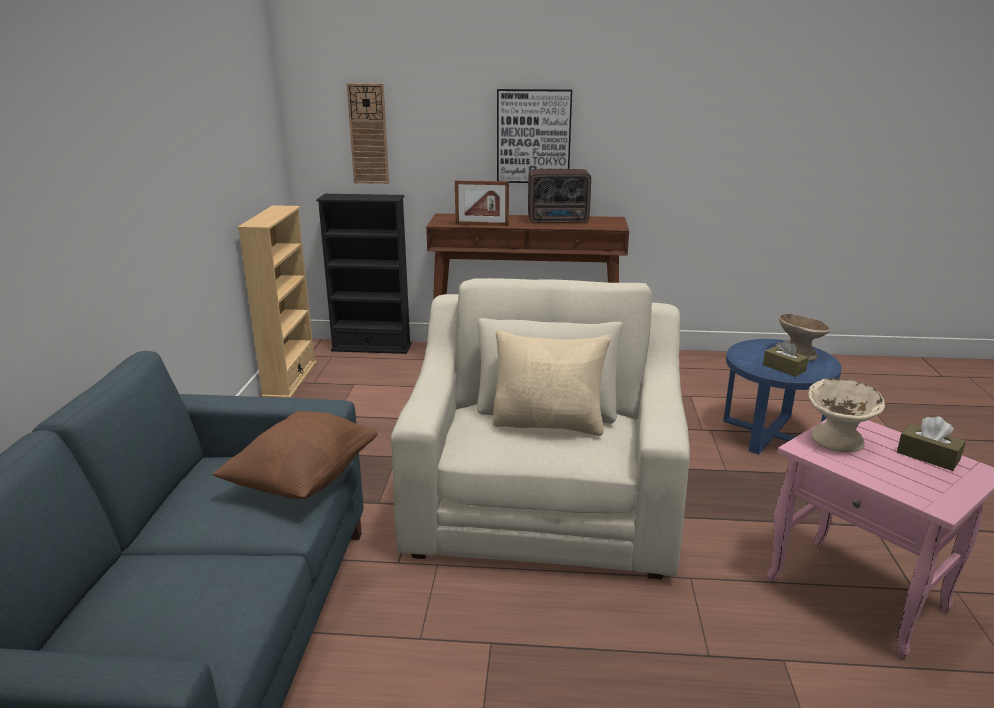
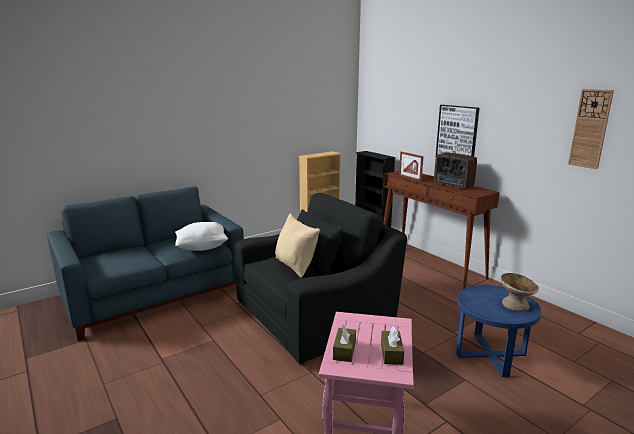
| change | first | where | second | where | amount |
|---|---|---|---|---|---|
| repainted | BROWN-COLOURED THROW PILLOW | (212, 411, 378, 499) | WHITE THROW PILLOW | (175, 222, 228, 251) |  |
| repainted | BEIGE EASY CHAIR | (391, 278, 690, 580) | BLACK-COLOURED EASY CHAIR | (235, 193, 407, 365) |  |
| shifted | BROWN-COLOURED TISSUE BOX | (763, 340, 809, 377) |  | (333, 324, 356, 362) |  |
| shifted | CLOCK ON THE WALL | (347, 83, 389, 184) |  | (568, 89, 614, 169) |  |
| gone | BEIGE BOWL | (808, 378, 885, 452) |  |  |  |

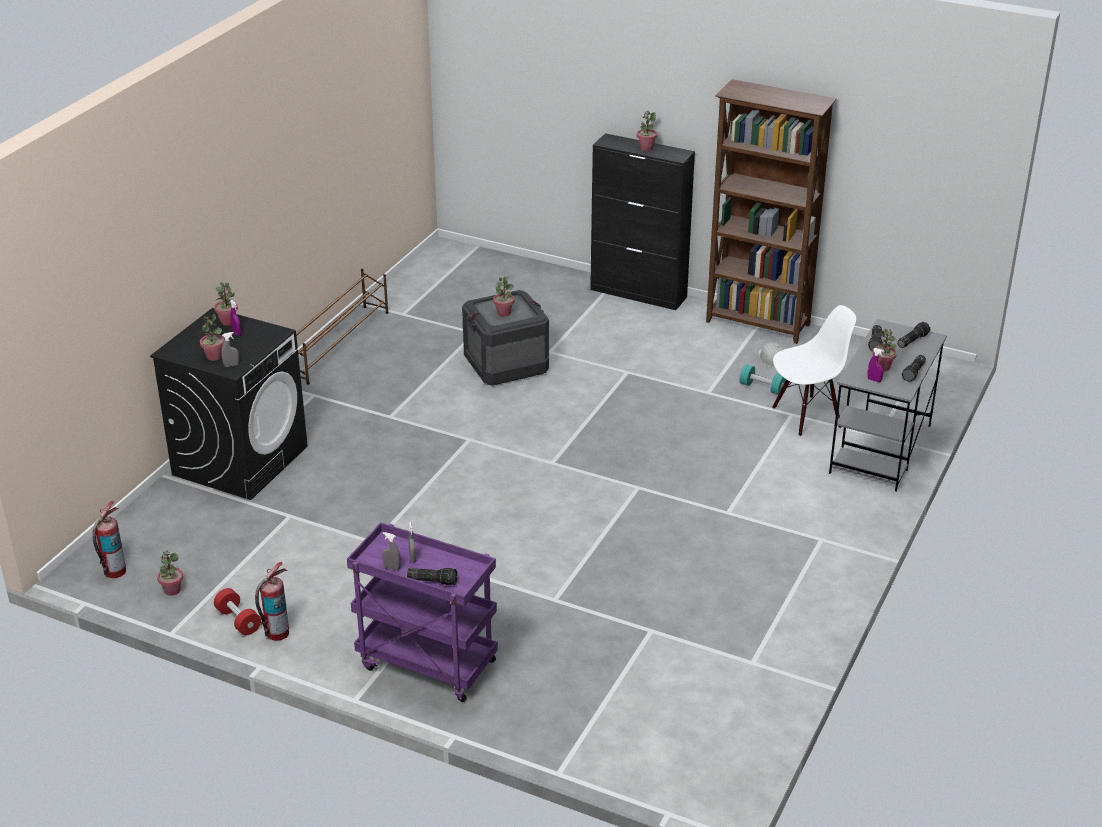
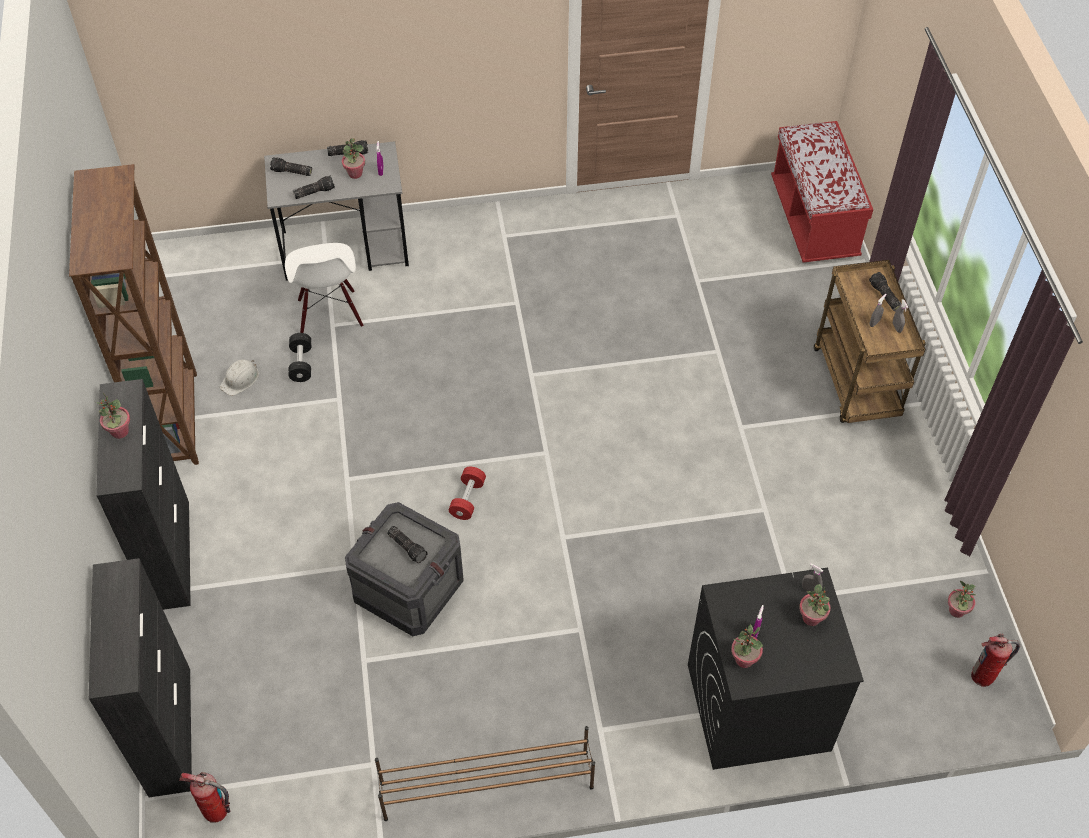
| change | first | where | second | where | amount |
|---|---|---|---|---|---|
| new |  |  | BLACK-COLOURED STORAGE CABINET | (89, 558, 192, 797) |  |
| shifted | FIRE-FIGHTING CYLINDER | (255, 562, 289, 641) |  | (179, 772, 231, 823) |  |
| rotated | WHITE PLAIN CHAIR | (772, 305, 856, 437) |  | (285, 243, 364, 333) | 135 degrees counterclockwise |
| repainted | TURQUOISE DUMBBELL | (740, 364, 786, 395) | BLACK-COLOURED DUMBBELL | (289, 333, 311, 382) |  |
| swapped | HOUSEPLANT | (493, 277, 515, 317) | FLASHLIGHT | (387, 526, 428, 564) |  |
| shifted | REDDISH DUMBBELL | (214, 588, 261, 635) |  | (449, 467, 486, 520) |  |
| new |  |  | REDDISH LONG SEAT | (771, 121, 873, 263) |  |
| repainted | PURPLE WHEELED CART | (347, 522, 498, 702) | BROWN-COLOURED WHEELED CART | (814, 260, 926, 423) |  |

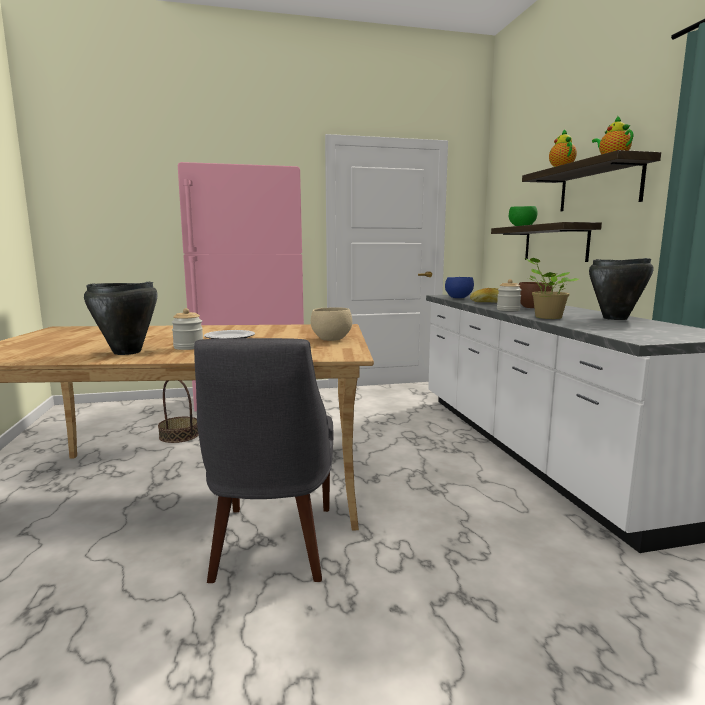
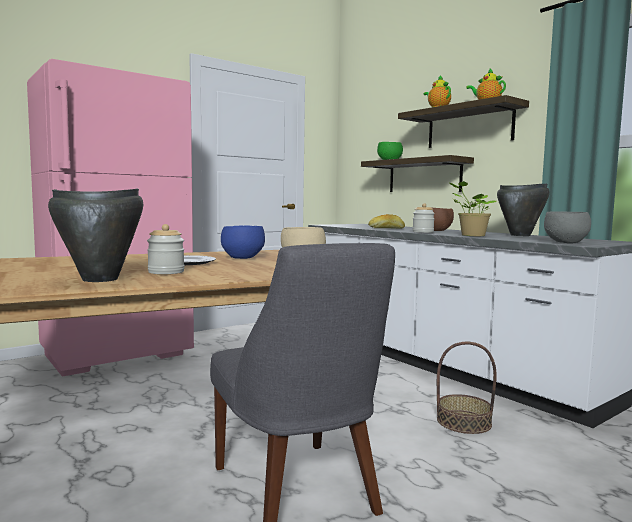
| change | first | where | second | where | amount |
|---|---|---|---|---|---|
| shifted | BLUE BOWL | (445, 277, 474, 298) |  | (221, 225, 265, 259) |  |
| shifted | HOUSEHOLD BASKET | (158, 381, 199, 443) |  | (437, 342, 497, 434) |  |
| new |  |  | GREY BOWL | (544, 211, 591, 244) |  |

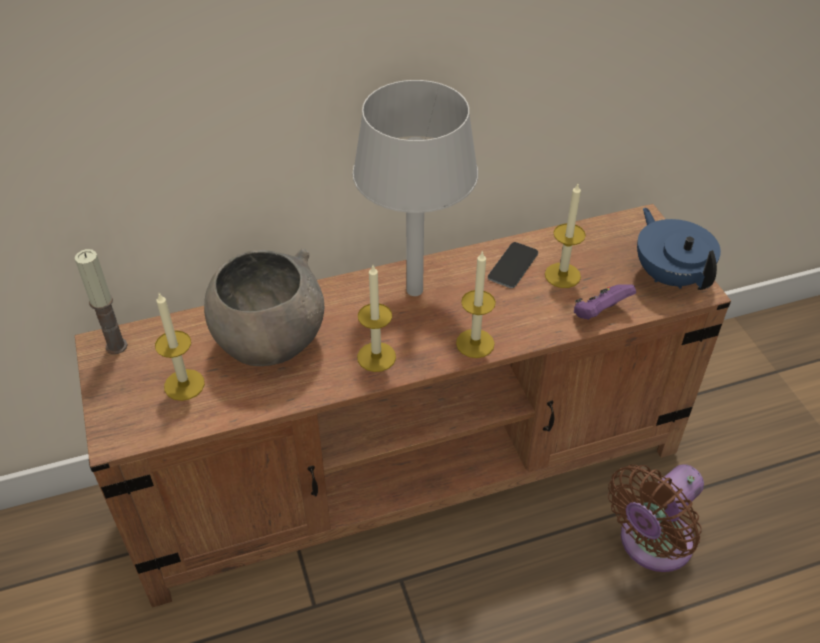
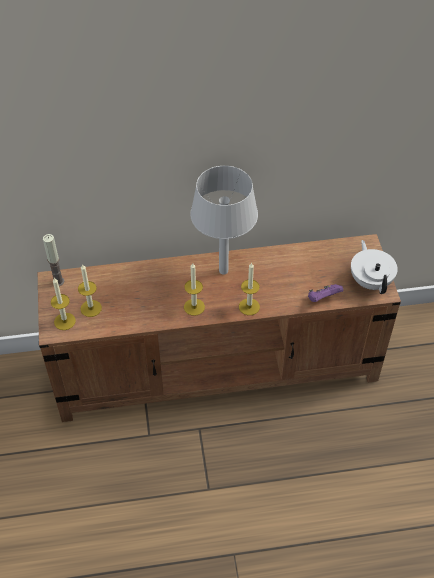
| change | first | where | second | where | amount |
|---|---|---|---|---|---|
| shifted | CANDLE | (545, 184, 586, 288) |  | (51, 278, 76, 330) |  |
| repainted | BLUE TEAPOT | (637, 208, 721, 290) | WHITE TEAPOT | (351, 240, 398, 294) |  |
| gone | GREY BOWL | (204, 249, 324, 366) |  |  |  |
| gone | PHONE | (488, 242, 538, 288) |  |  |  |
| gone | BROWN-COLOURED ELECTRIC FAN | (608, 464, 704, 572) |  |  |  |

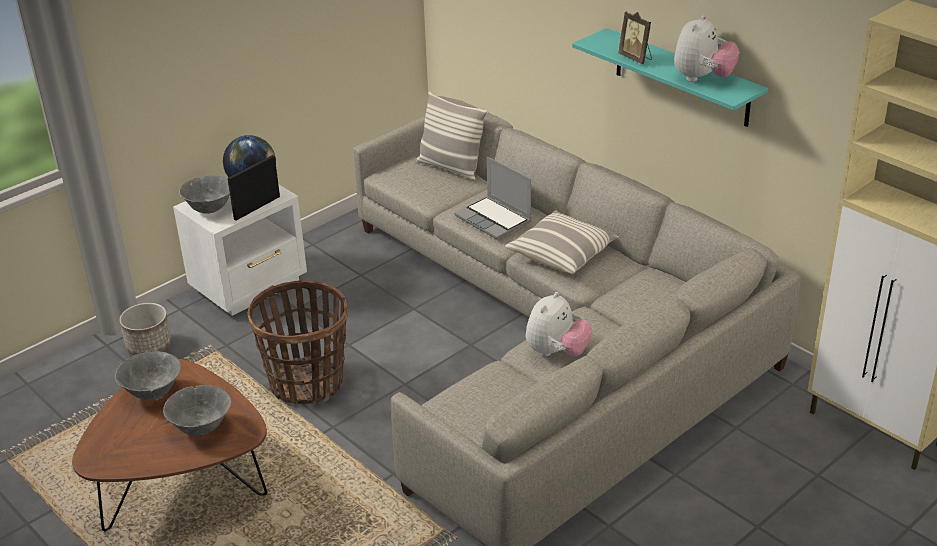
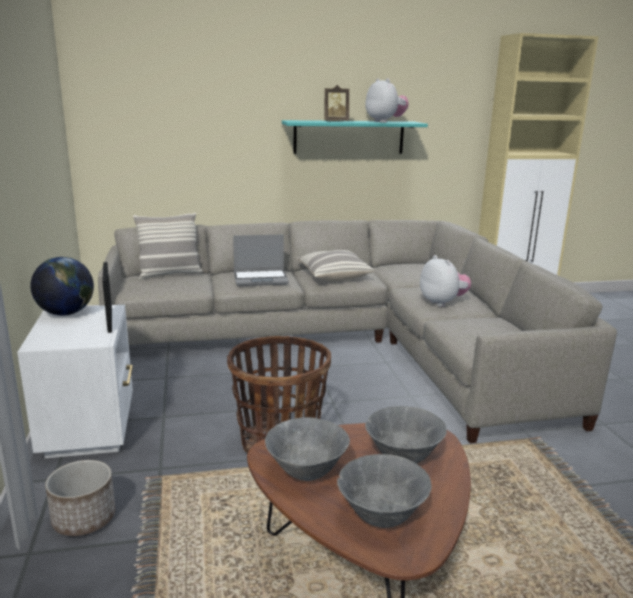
| change | first | where | second | where | amount |
|---|---|---|---|---|---|
| shifted | GREY BOWL | (179, 175, 230, 214) |  | (337, 454, 432, 528) |  |

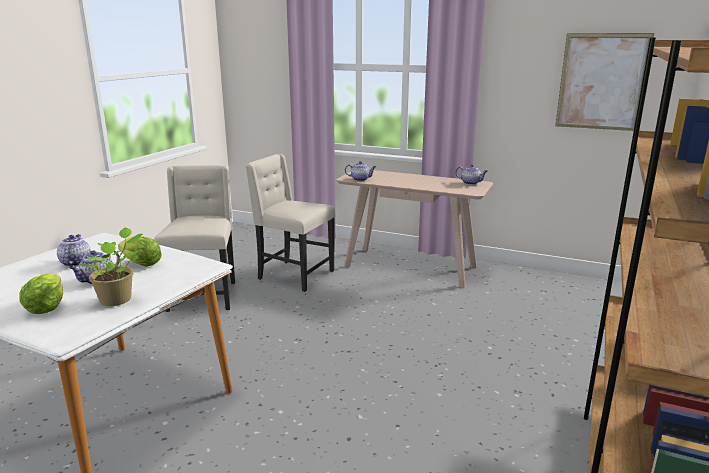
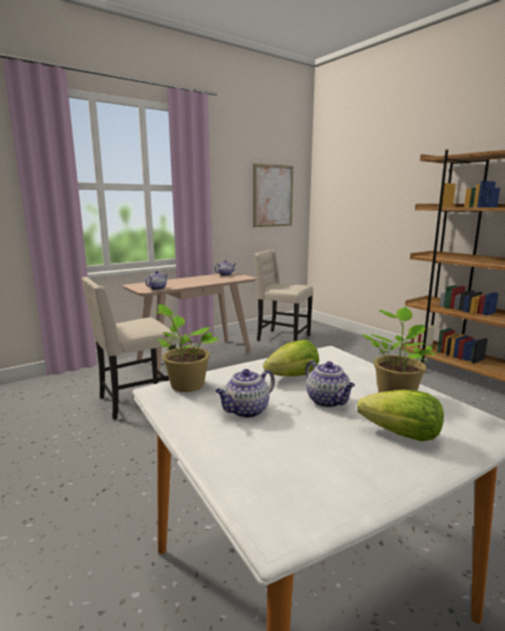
| change | first | where | second | where | amount |
|---|---|---|---|---|---|
| new |  |  | HOUSEPLANT | (155, 304, 219, 392) |  |
| rotated | TEAPOT | (57, 234, 91, 267) |  | (215, 369, 275, 418) | 60 degrees counterclockwise |
| shifted | BEIGE PLAIN CHAIR | (154, 165, 235, 312) |  | (254, 250, 313, 341) |  |

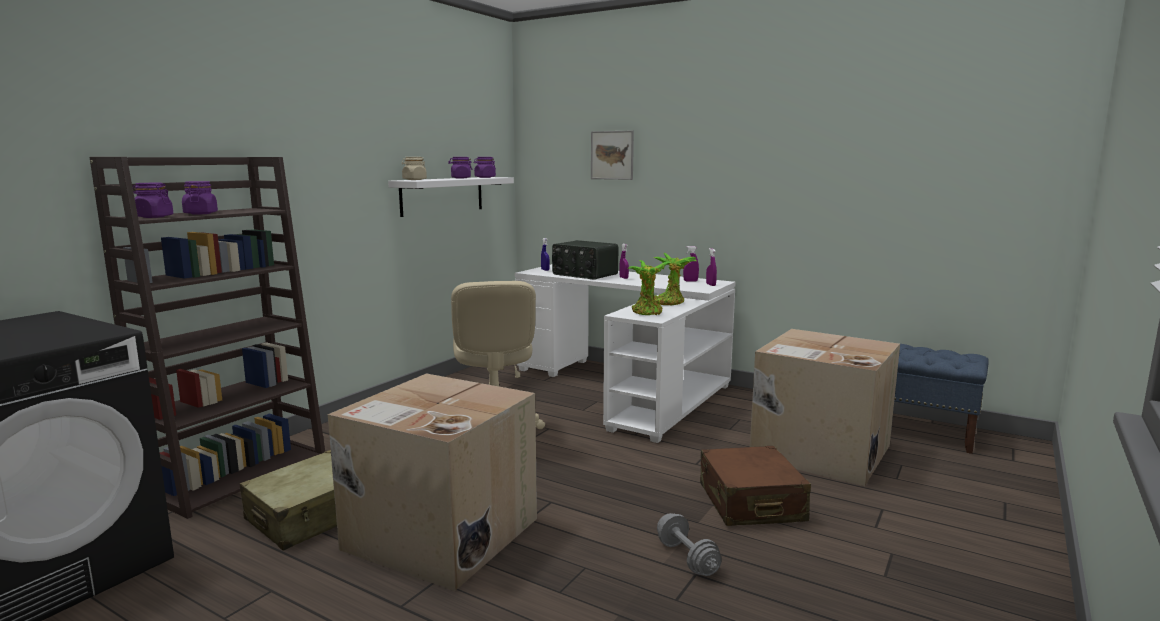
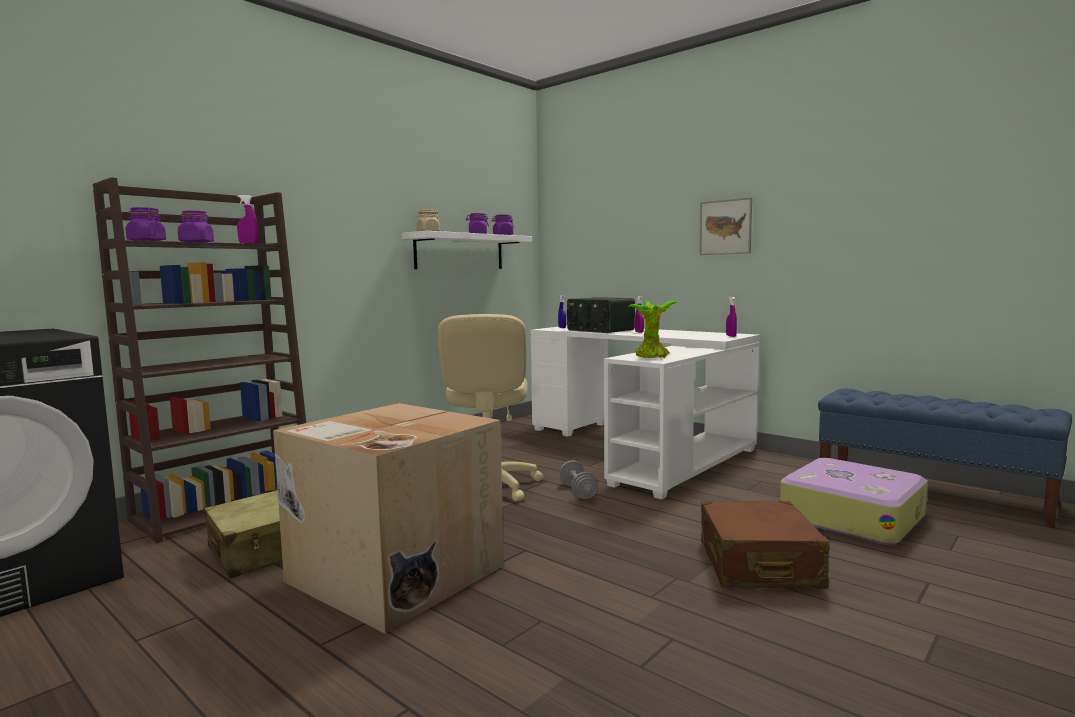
| change | first | where | second | where | amount |
|---|---|---|---|---|---|
| shifted | PURPLE SPRAY BOTTLE | (683, 246, 699, 282) |  | (237, 195, 259, 244) |  |
| shifted | GREY DUMBBELL | (657, 513, 722, 576) |  | (559, 460, 598, 499) |  |
| shifted | PICTURE | (591, 131, 634, 180) |  | (699, 197, 752, 255) |  |
| swapped | PACKING BOX | (750, 329, 900, 486) | SUITCASE | (780, 458, 928, 545) |  |
| gone | HOUSEPLANT | (654, 253, 696, 305) |  |  |  |

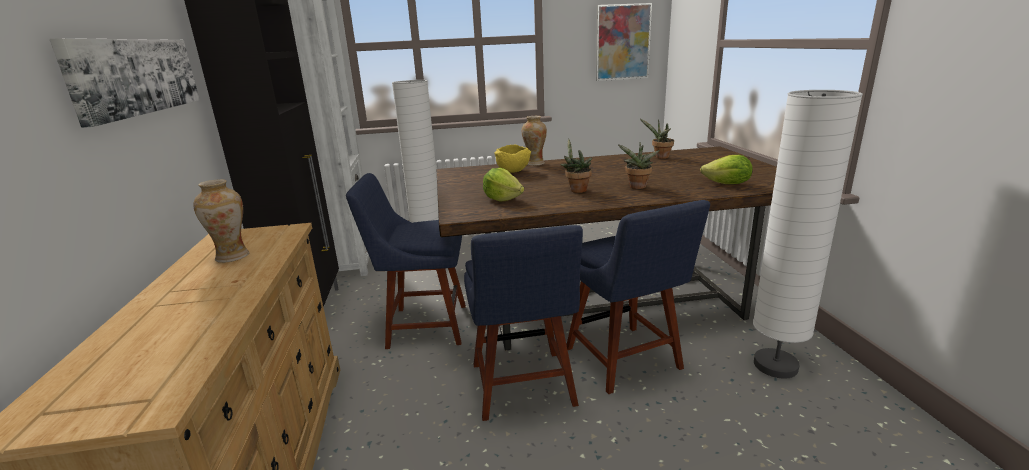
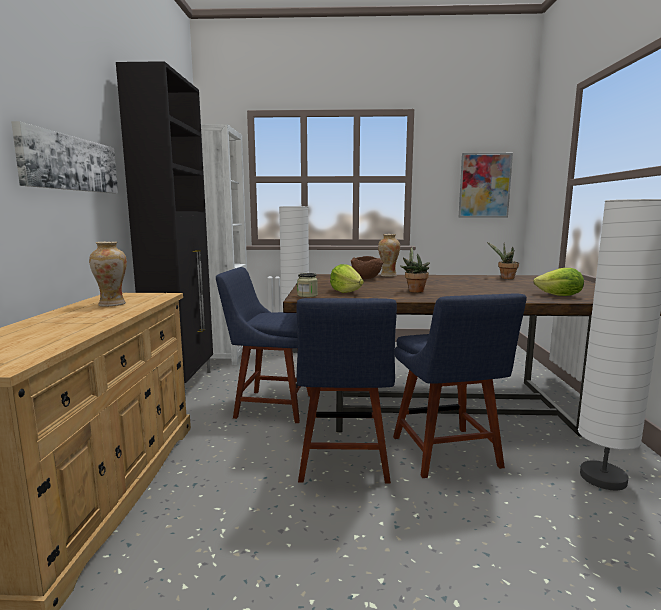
| change | first | where | second | where | amount |
|---|---|---|---|---|---|
| new |  |  | JAR | (297, 273, 318, 297) |  |
| repainted | YELLOW BOWL | (494, 145, 531, 173) | BROWN-COLOURED BOWL | (351, 256, 383, 279) |  |
| gone | HOUSEPLANT | (618, 142, 660, 189) |  |  |  |

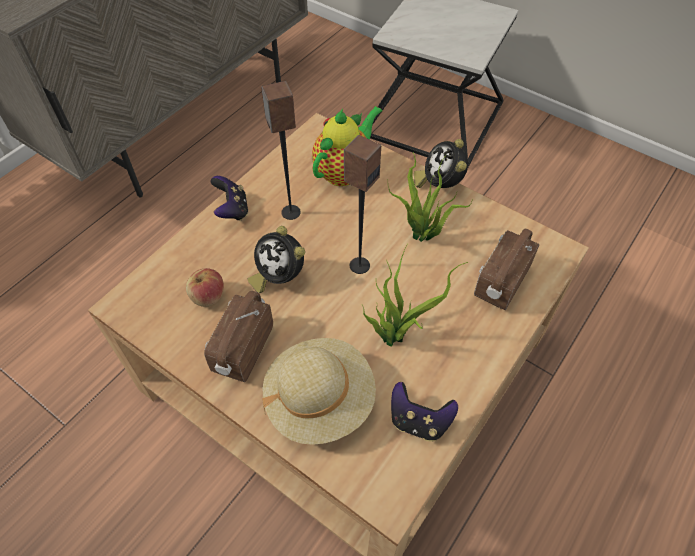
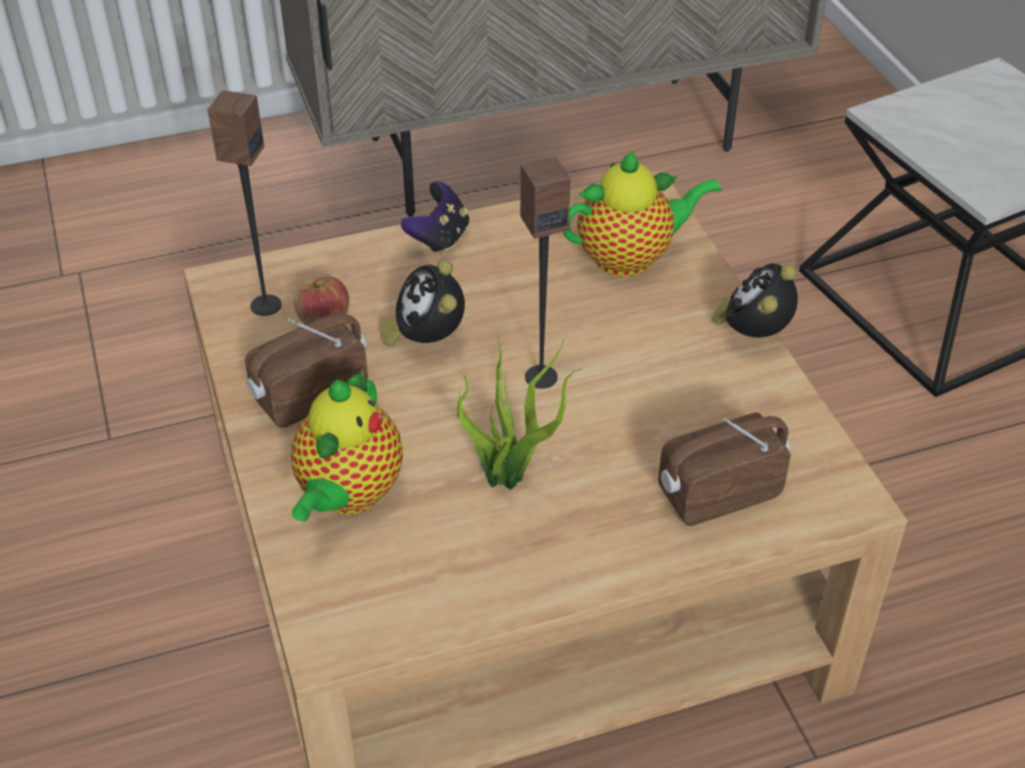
| change | first | where | second | where | amount |
|---|---|---|---|---|---|
| shifted | LOUDSPEAKER | (261, 81, 301, 220) |  | (207, 90, 282, 316) |  |
| swapped | BEIGE WEARABLE HAT | (262, 338, 376, 445) | TEAPOT | (291, 370, 403, 522) |  |
| gone | HOUSEPLANT | (388, 152, 473, 242) |  |  |  |
| gone | JOYPAD | (391, 382, 458, 441) |  |  |  |

